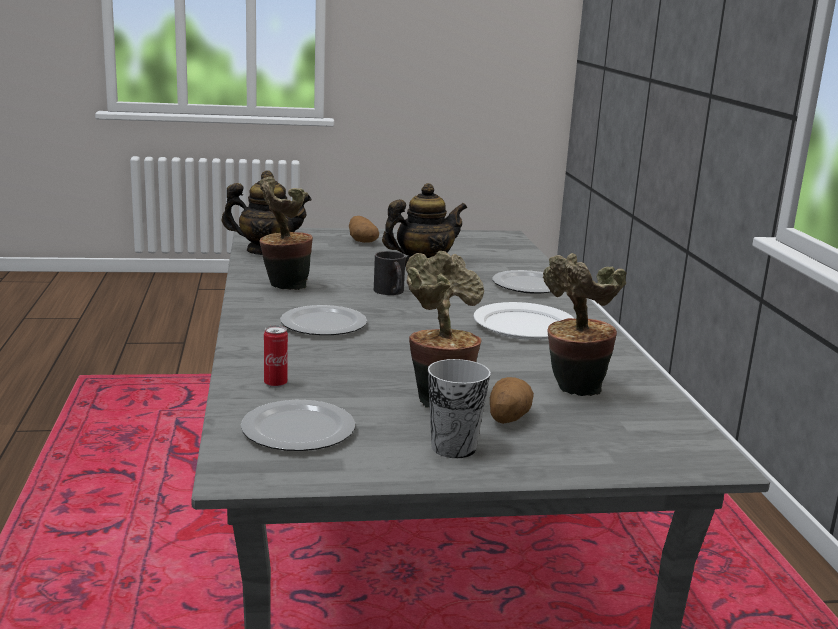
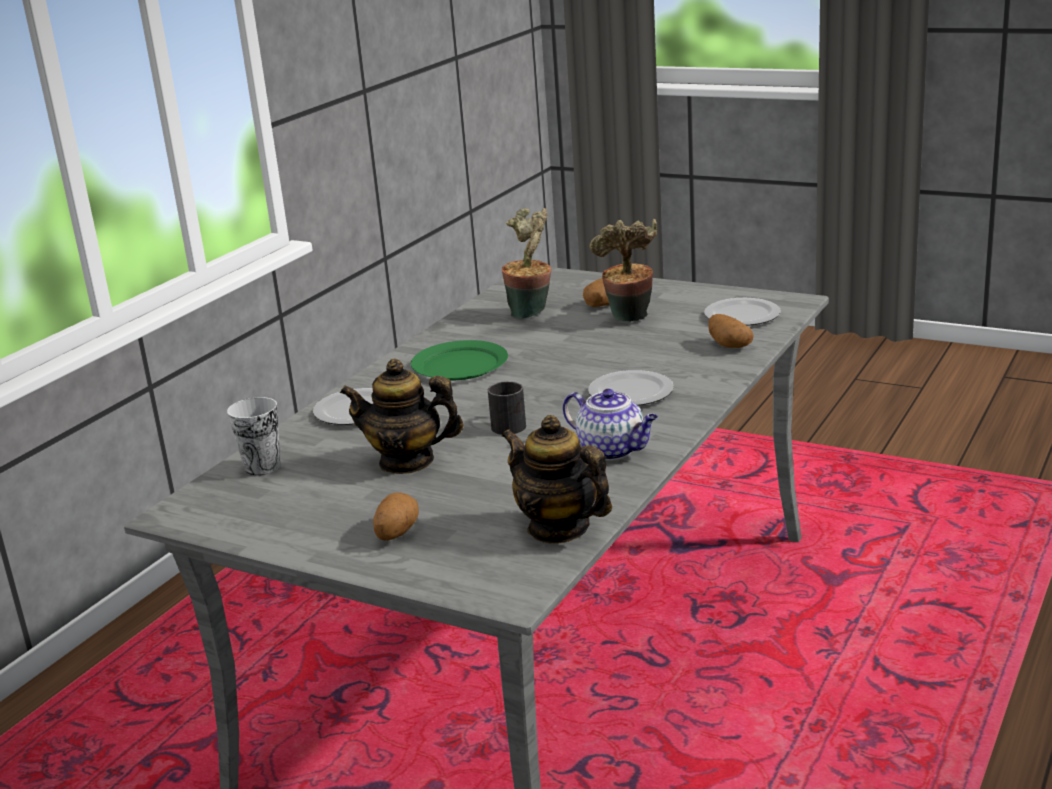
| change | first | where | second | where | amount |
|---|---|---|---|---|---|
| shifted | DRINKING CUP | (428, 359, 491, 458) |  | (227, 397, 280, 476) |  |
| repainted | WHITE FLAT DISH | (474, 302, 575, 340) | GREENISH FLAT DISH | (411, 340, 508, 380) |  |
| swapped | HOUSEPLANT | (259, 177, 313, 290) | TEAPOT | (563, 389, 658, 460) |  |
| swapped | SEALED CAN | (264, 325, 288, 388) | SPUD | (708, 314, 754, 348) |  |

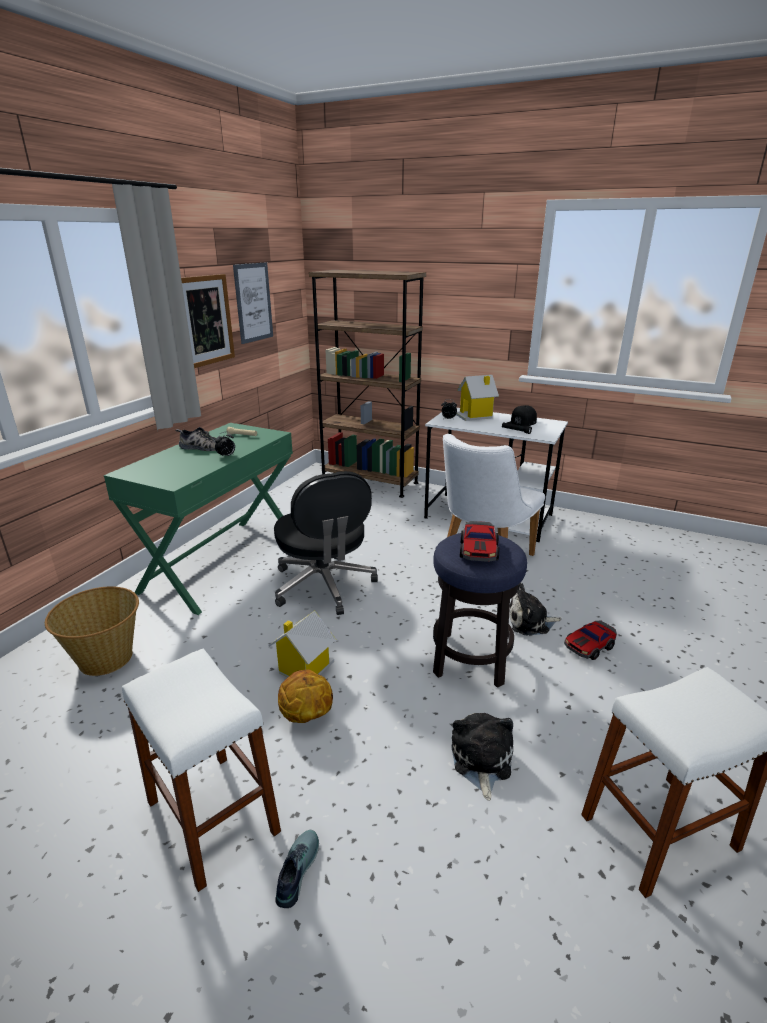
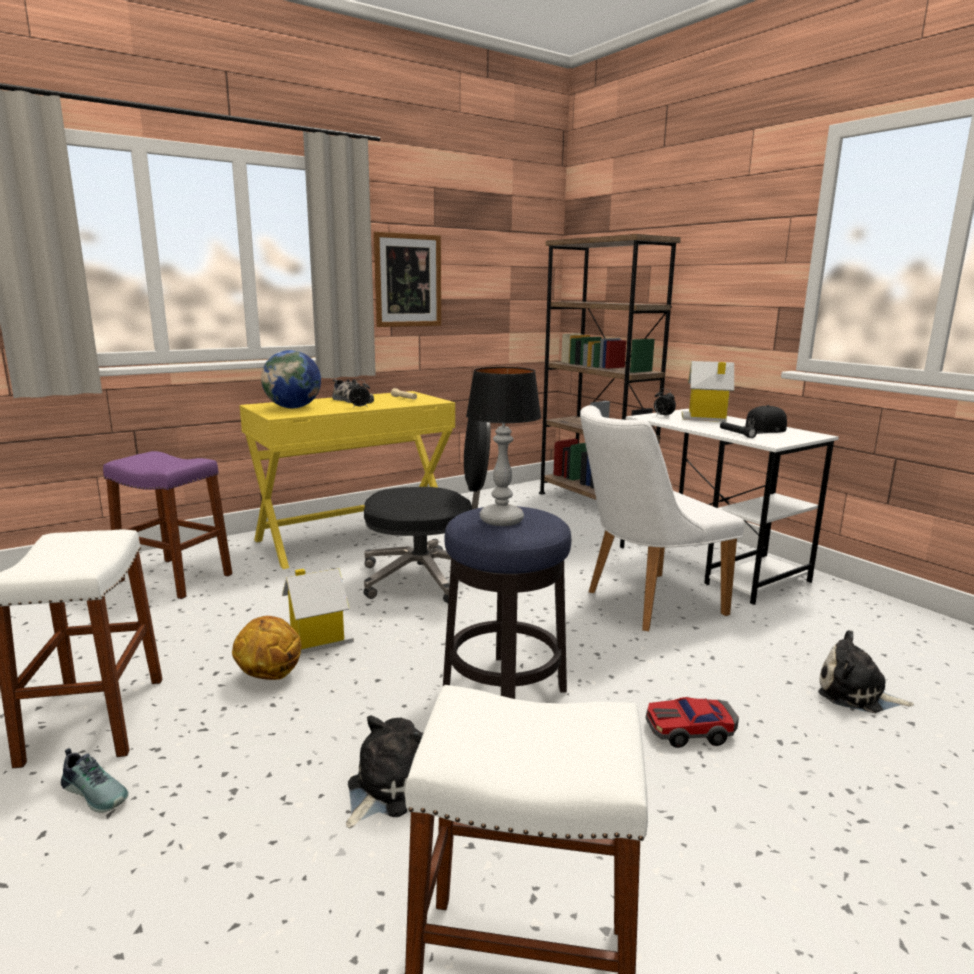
| change | first | where | second | where | amount |
|---|---|---|---|---|---|
| rotated | LOW SHOE | (276, 830, 319, 908) |  | (61, 748, 129, 813) | 75 degrees clockwise |
| swapped | HOUSEHOLD BASKET | (45, 586, 139, 676) | PURPLE STOOL SEAT | (103, 451, 232, 599) |  |
| repainted | GREENISH DESK UNIT | (104, 423, 293, 615) | YELLOW DESK UNIT | (239, 391, 455, 569) |  |
| new |  |  | DESK GLOBE | (261, 350, 321, 408) |  |
| rotated | BLACK-COLOURED DESK CHAIR | (274, 471, 378, 615) |  | (364, 418, 491, 603) | 105 degrees counterclockwise |
| swapped | MODEL CAR | (460, 521, 499, 562) | LAMP FOR A TABLE | (466, 367, 541, 526) |  |
| shifted | PLUSH TOY | (509, 583, 561, 635) |  | (818, 630, 914, 713) |  |
| gone | PICTURE | (233, 262, 273, 344) |  |  |  |

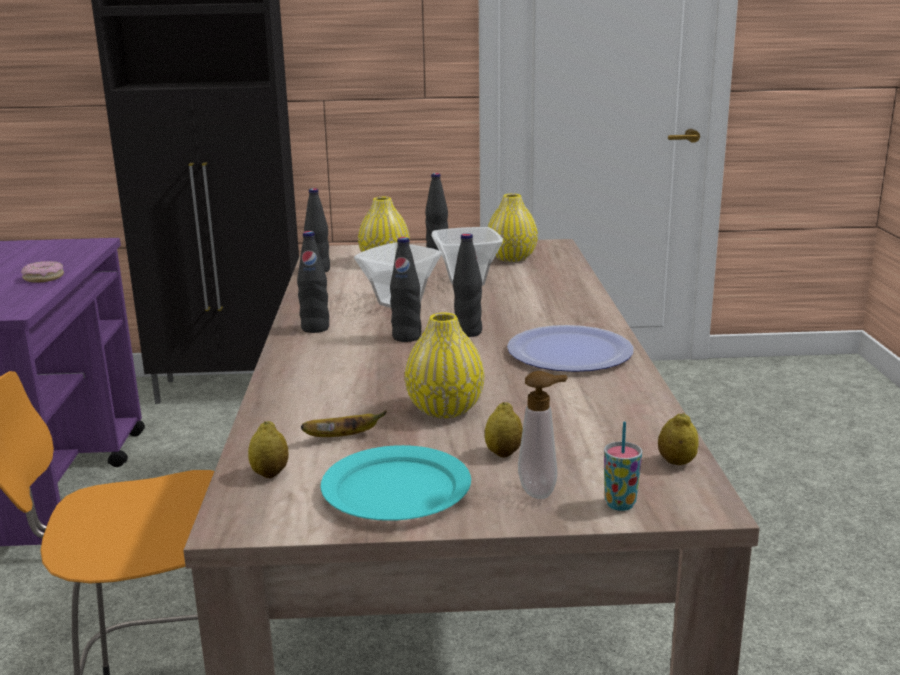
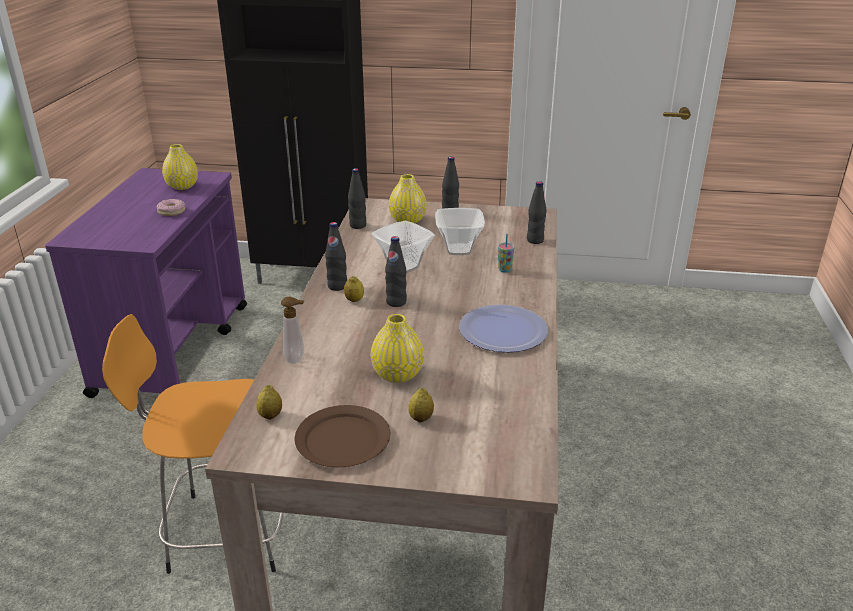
| change | first | where | second | where | amount |
|---|---|---|---|---|---|
| shifted | YELLOW VASE | (488, 194, 538, 262) |  | (162, 144, 198, 190) |  |
| shifted | SOAP DISPENSER | (518, 371, 568, 499) |  | (281, 297, 305, 364) |  |
| repainted | TURQUOISE FLAT DISH | (320, 445, 471, 521) | BROWN-COLOURED FLAT DISH | (295, 405, 390, 467) |  |
| shifted | CITRUS FRUIT | (658, 413, 699, 465) |  | (344, 276, 364, 302) |  |
| shifted | DRINKING CUP | (604, 422, 642, 511) |  | (498, 234, 515, 273) |  |
| shifted | BLACK-COLOURED DRINK BOTTLE | (453, 233, 482, 337) |  | (527, 181, 547, 244) |  |
| gone | WHOLE BANANA | (301, 410, 387, 437) |  |  |  |

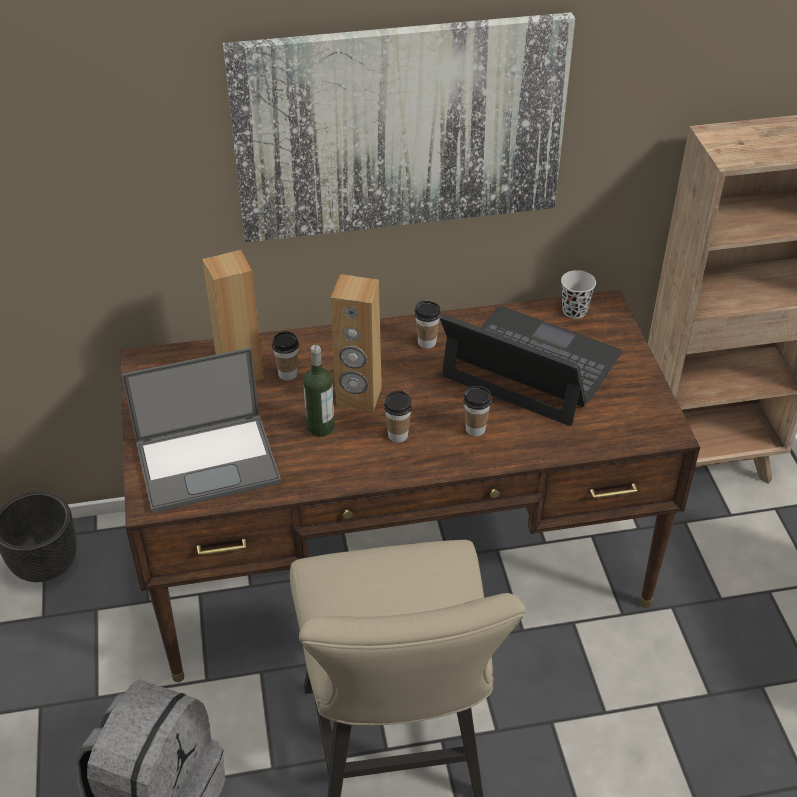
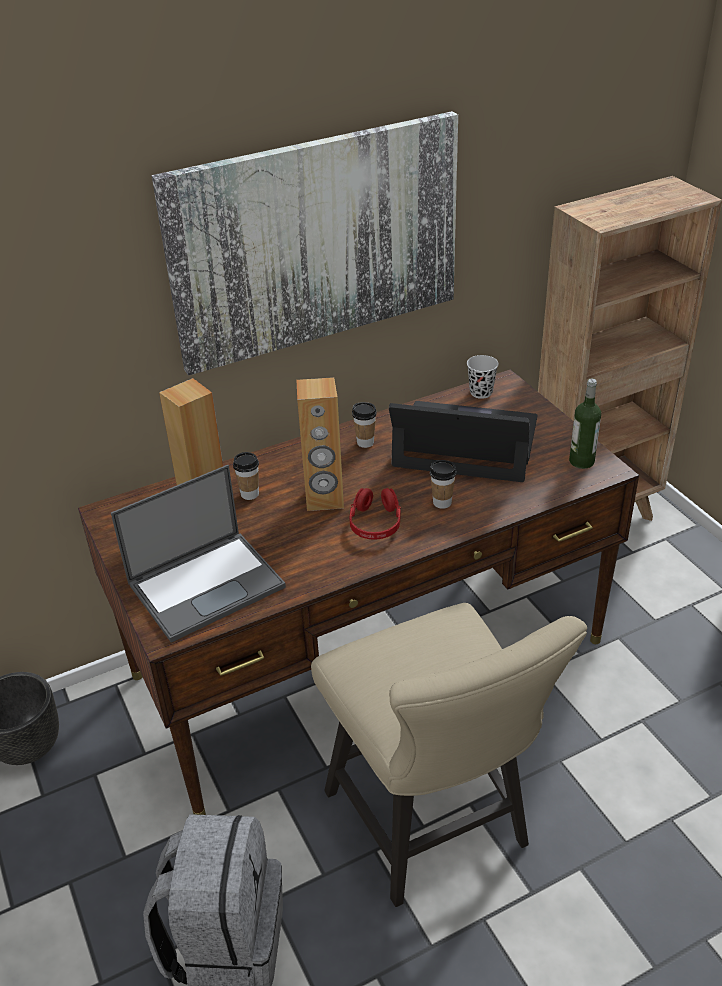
| change | first | where | second | where | amount |
|---|---|---|---|---|---|
| swapped | DRINKING CUP | (384, 391, 412, 443) | REDDISH HEADSET | (349, 488, 401, 540) |  |
| shifted | DRINK BOTTLE | (303, 345, 335, 437) |  | (569, 379, 601, 469) |  |

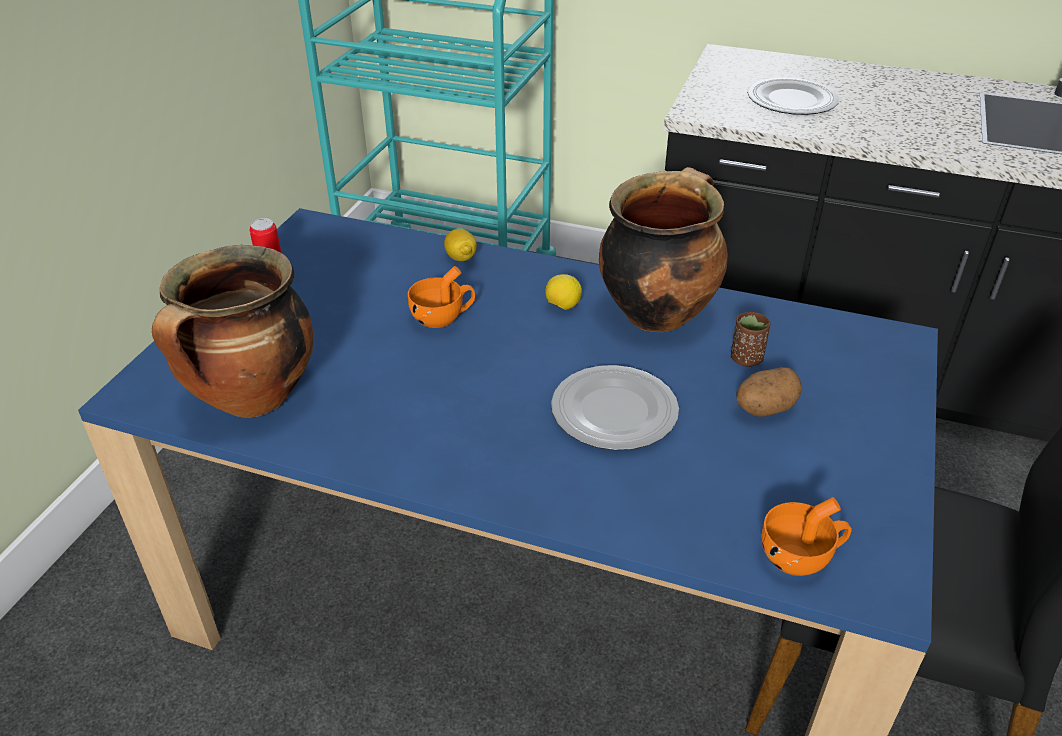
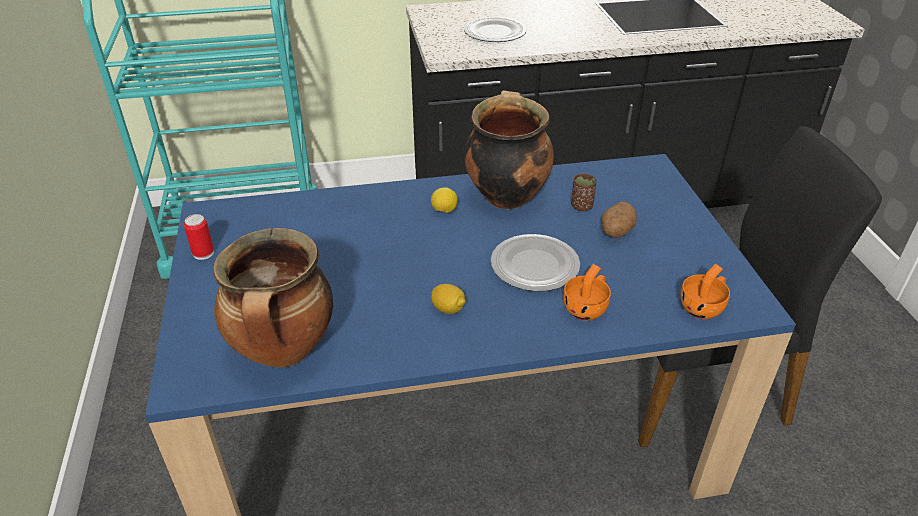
| change | first | where | second | where | amount |
|---|---|---|---|---|---|
| shifted | CITRUS FRUIT | (444, 229, 477, 261) |  | (431, 284, 466, 314) |  |
| shifted | ORANGEY DRINKING CUP | (408, 266, 475, 328) |  | (563, 264, 611, 321) |  |

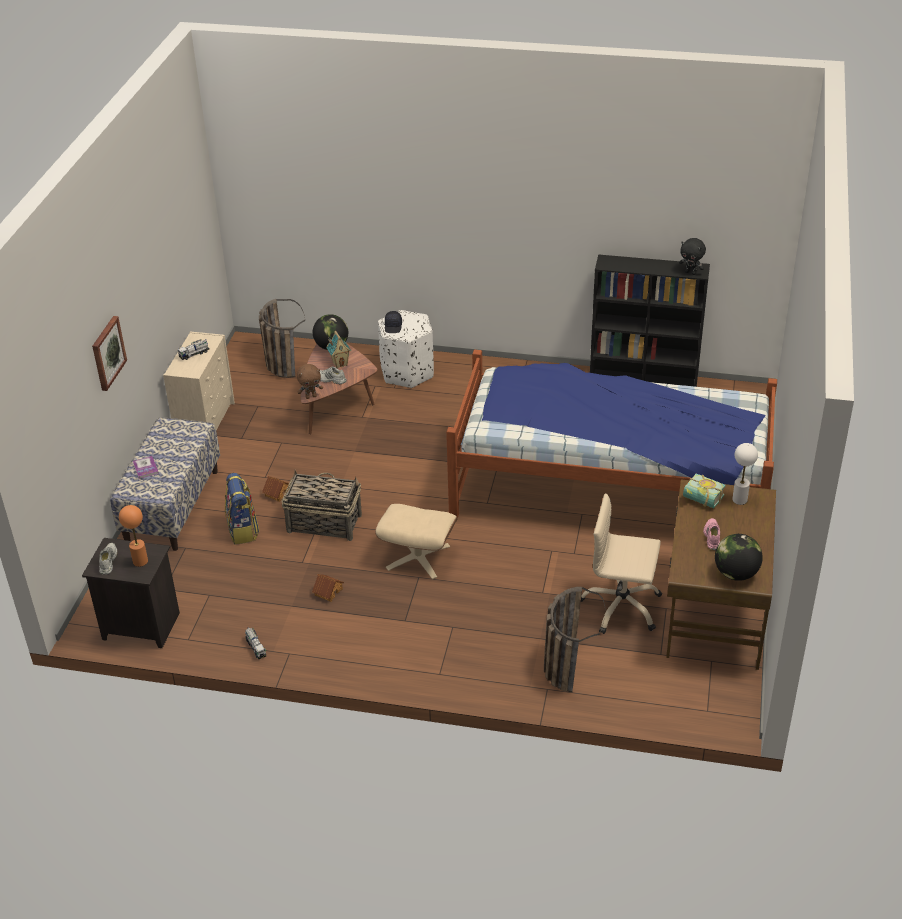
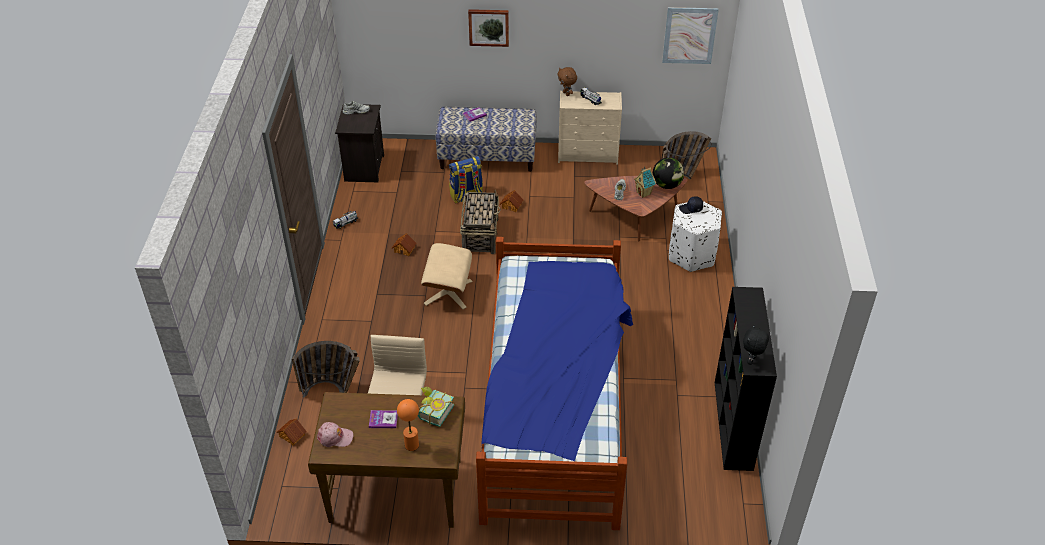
| change | first | where | second | where | amount |
|---|---|---|---|---|---|
| new |  |  | TOY HOUSE | (277, 418, 307, 446) |  |
| swapped | DESK GLOBE | (715, 534, 763, 581) | PINK CAP | (317, 422, 354, 447) |  |
| swapped | PINK LOW SHOE | (703, 518, 720, 550) | BOUND BOOK | (369, 410, 398, 428) |  |
| shifted | ORANGEY LAMP FOR A TABLE | (119, 505, 148, 567) |  | (397, 399, 419, 451) |  |
| shifted | BROWN-COLOURED PLUSH TOY | (297, 364, 323, 399) |  | (557, 67, 577, 96) |  |
| new |  |  | PICTURE | (662, 7, 719, 64) |  |
| gone | WHITE LAMP FOR A TABLE | (732, 443, 758, 505) |  |  |  |

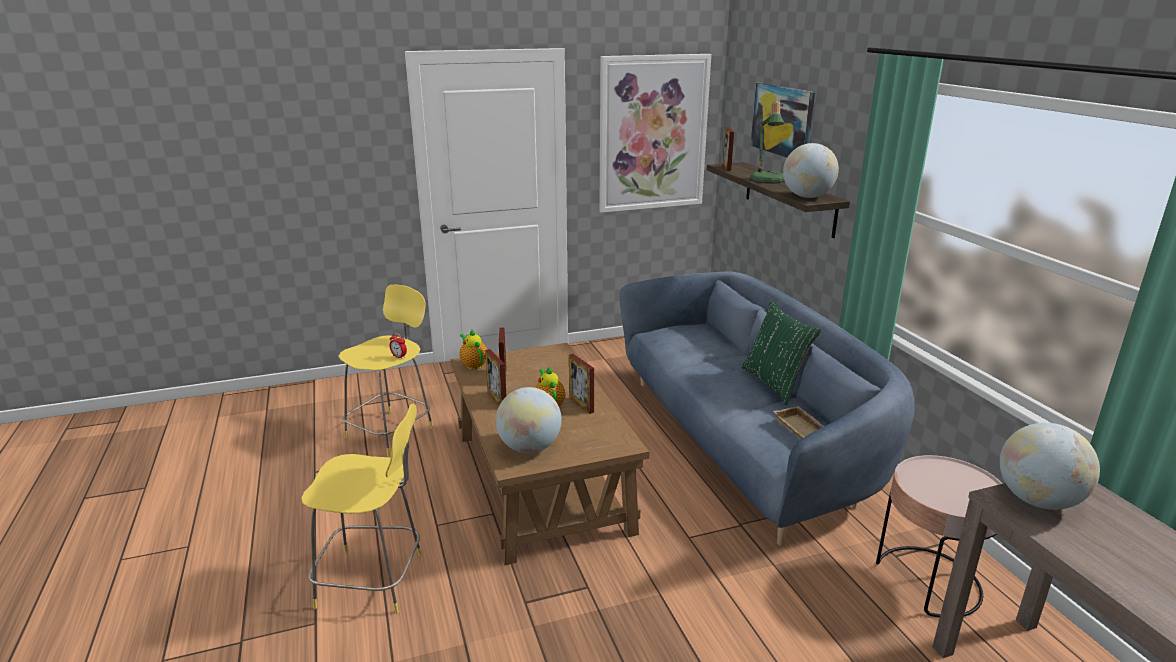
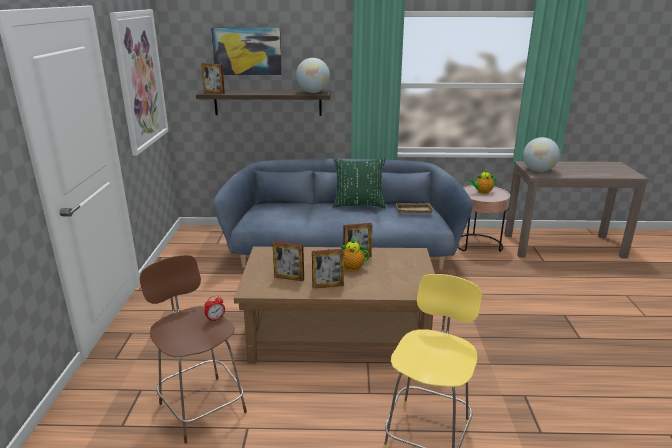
| change | first | where | second | where | amount |
|---|---|---|---|---|---|
| repainted | YELLOW STOOL SEAT | (339, 285, 433, 456) | BROWN-COLOURED STOOL SEAT | (140, 255, 247, 443) |  |
| shifted | TEAPOT | (460, 329, 487, 369) |  | (468, 169, 496, 194) |  |
| gone | DESK GLOBE | (496, 387, 562, 453) |  |  |  |
| gone | LAMP FOR A TABLE | (750, 101, 785, 184) |  |  |  |

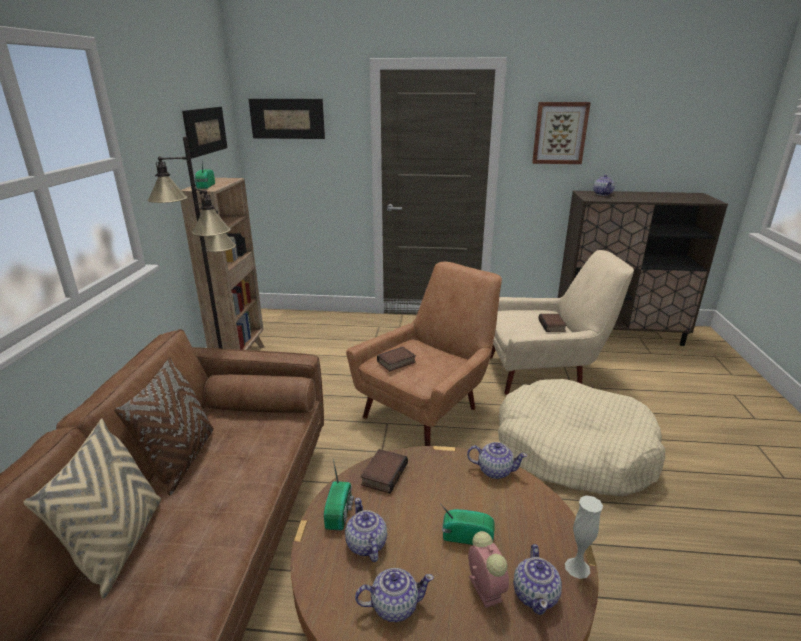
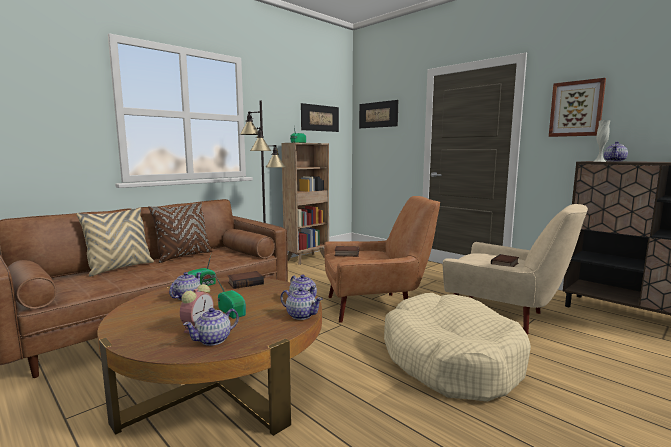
| change | first | where | second | where | amount |
|---|---|---|---|---|---|
| shifted | TEAPOT | (355, 568, 434, 622) |  | (280, 287, 322, 320) |  |
| shifted | WHITE VASE | (565, 495, 603, 579) |  | (594, 120, 610, 162) |  |

